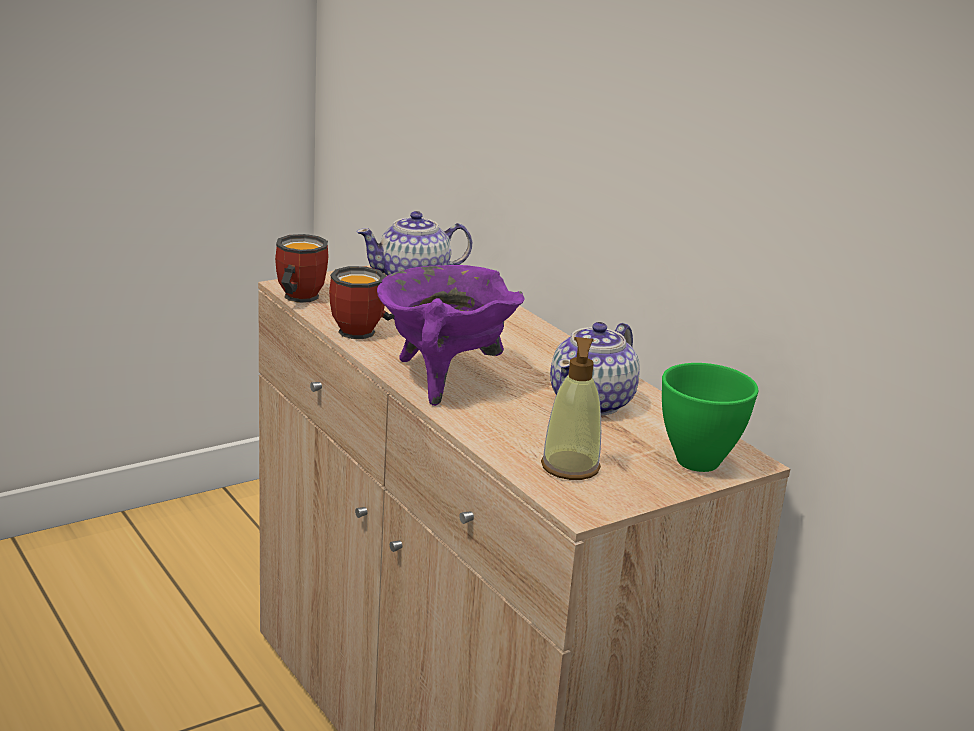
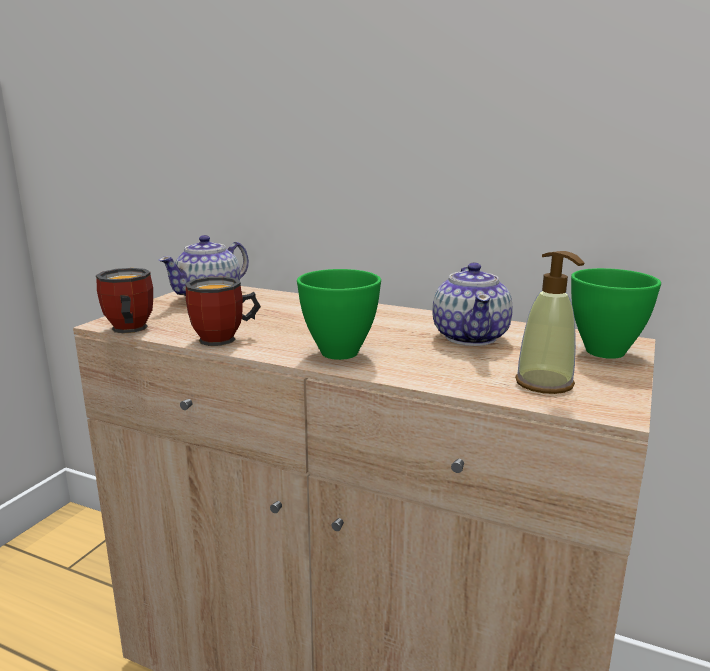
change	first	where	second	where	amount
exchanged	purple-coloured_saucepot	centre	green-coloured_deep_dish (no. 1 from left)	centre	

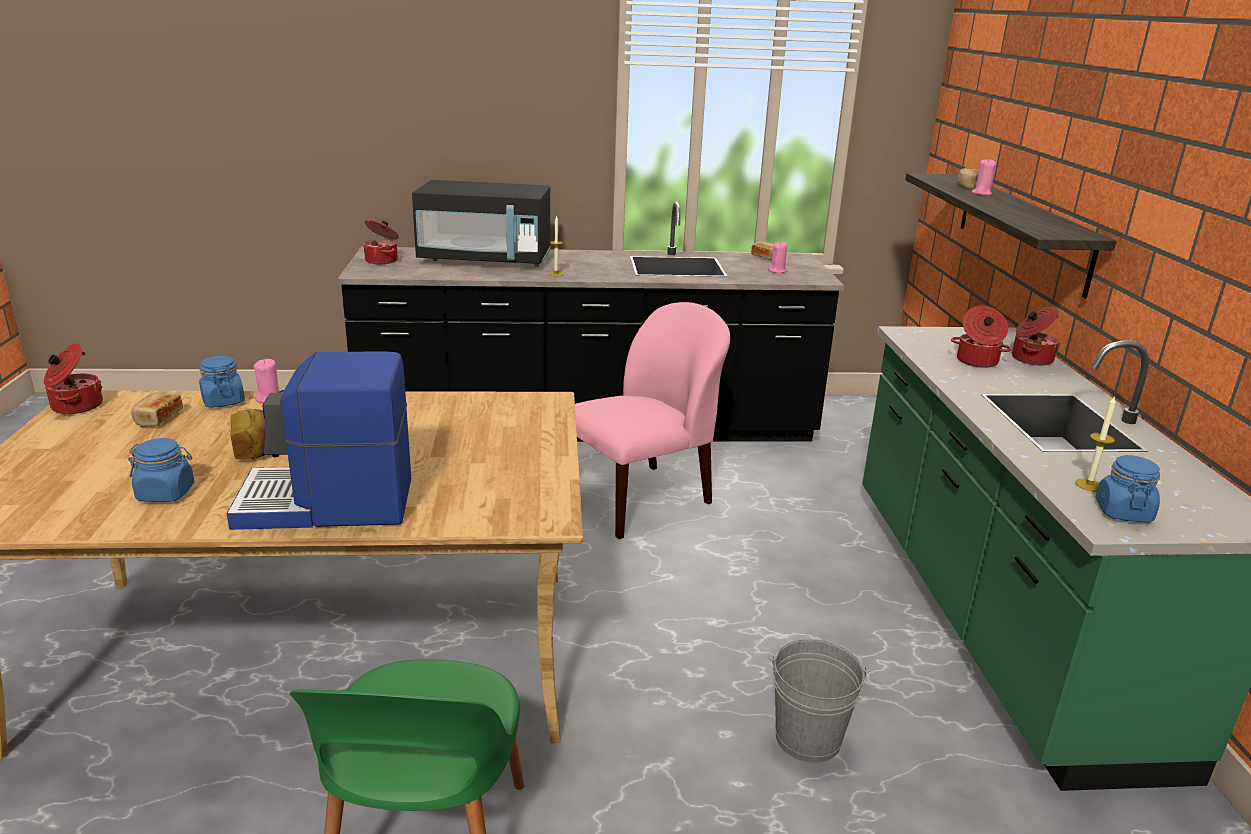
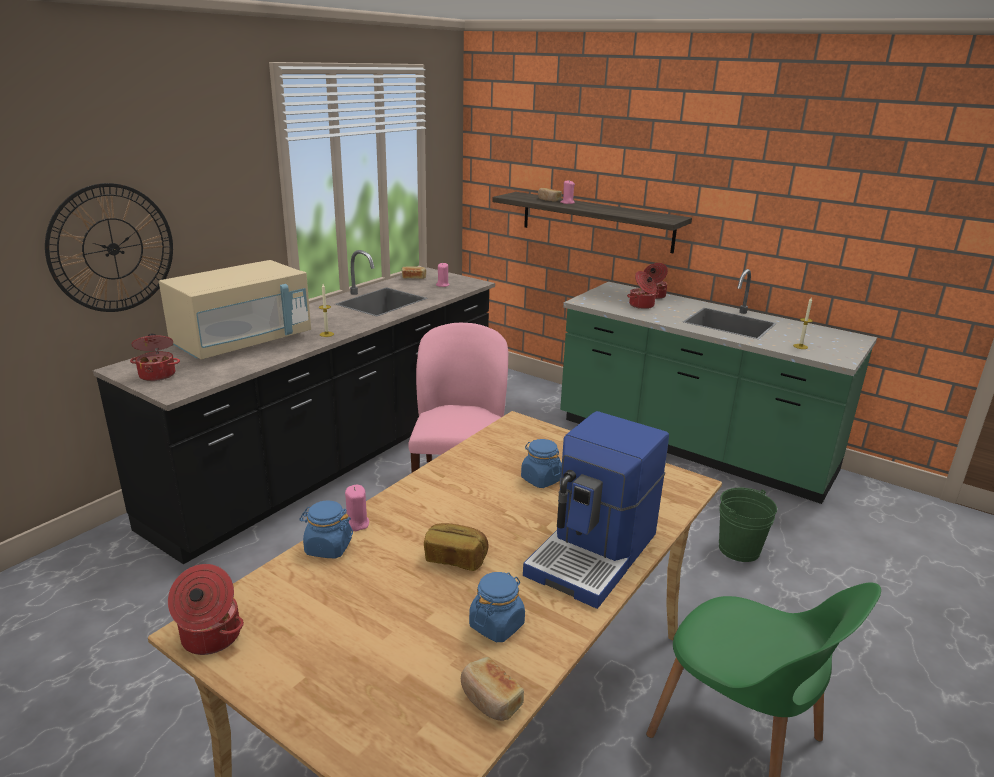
change	first	where	second	where	amount
appeared			wall_clock	top left	
relocated	bread (no. 1 from left in the first image)	middle left	bread (no. 3 from left)	bottom centre	
relocated	blue-coloured_storage_jar (no. 3 from left)	middle right		centre	
colour	blackish_microwave	top centre	sand-coloured_microwave	middle left	
colour	grey_pail	bottom centre	green-coloured_pail	bottom right	

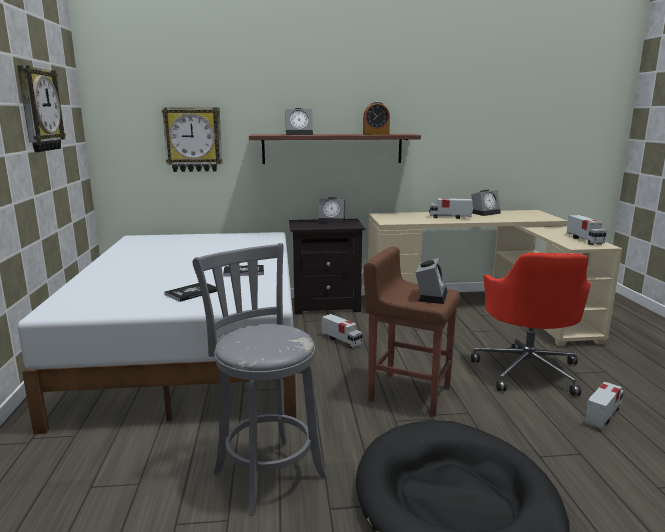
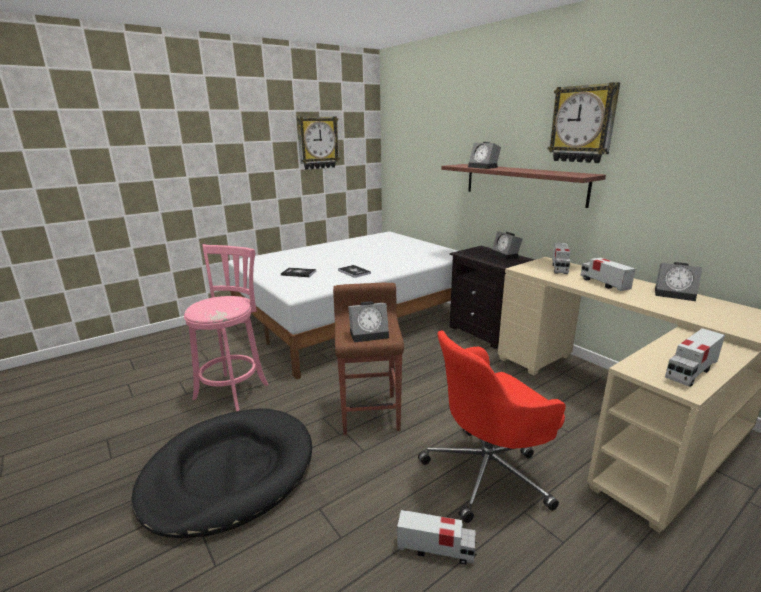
change	first	where	second	where	amount
missing	bedside_clock (no. 3 from left)	top centre			
relocated	wall_clock (no. 2 from left)	top left		top right	
relocated	model_truck (no. 1 from left in the first image)	centre	model_truck (no. 2 from left)	middle right	
colour	grey_sitting_stool	bottom centre	pink-coloured_sitting_stool	middle left	

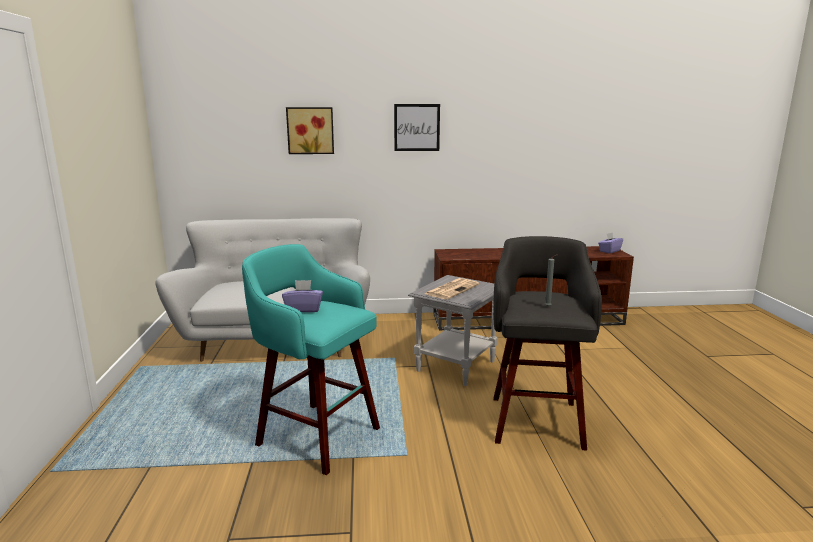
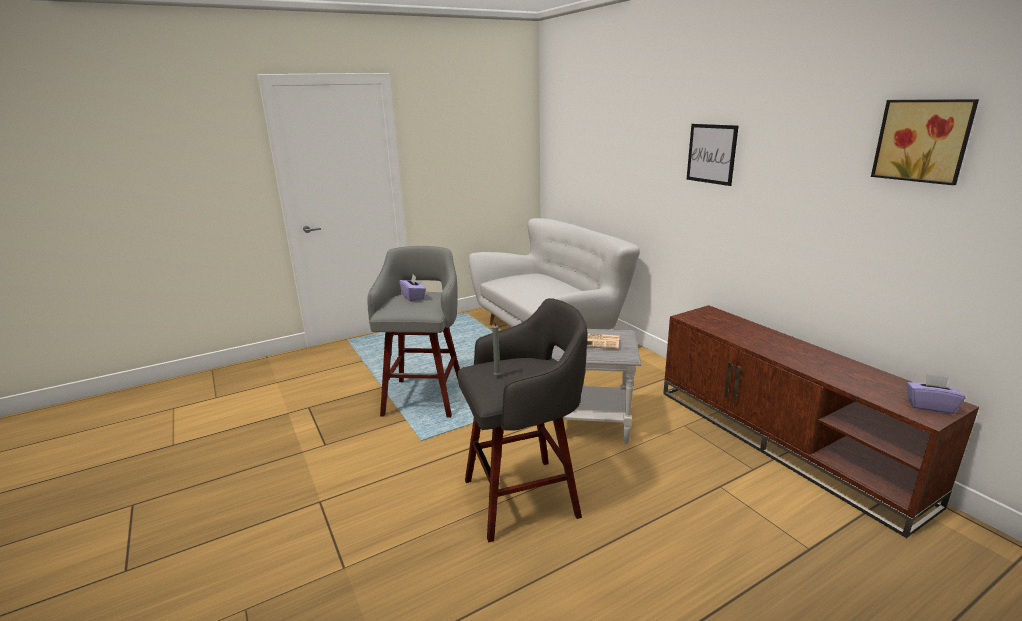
change	first	where	second	where	amount
relocated	picture (no. 1 from left in the first image)	top centre	picture (no. 2 from left)	top right	
colour	turquoise_sitting_stool	centre	grey_sitting_stool (no. 1 from left)	centre	

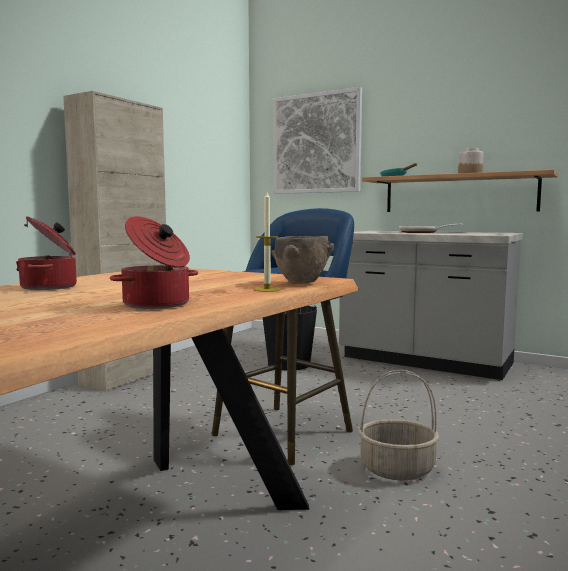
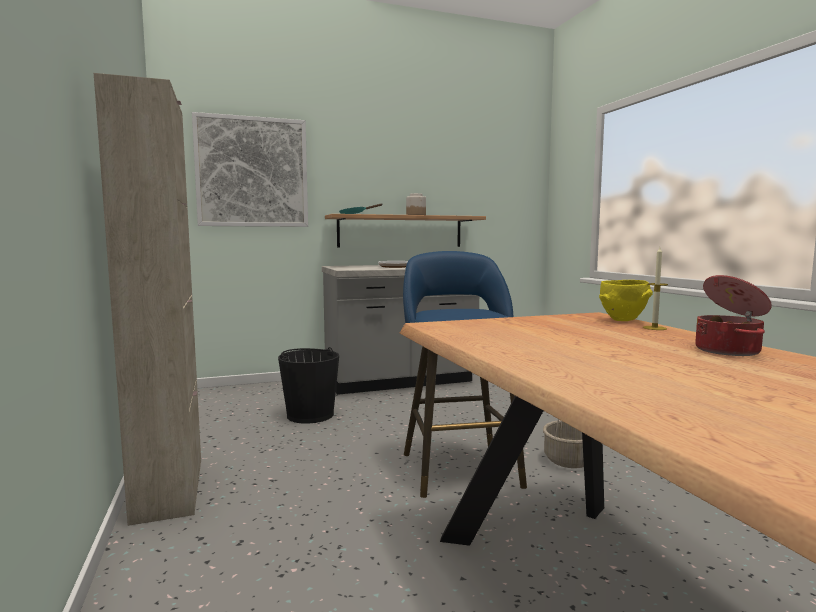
change	first	where	second	where	amount
missing	saucepot (no. 1 from left)	middle left			
colour	brown-coloured_deep_dish	centre	yellow-coloured_deep_dish	middle right	

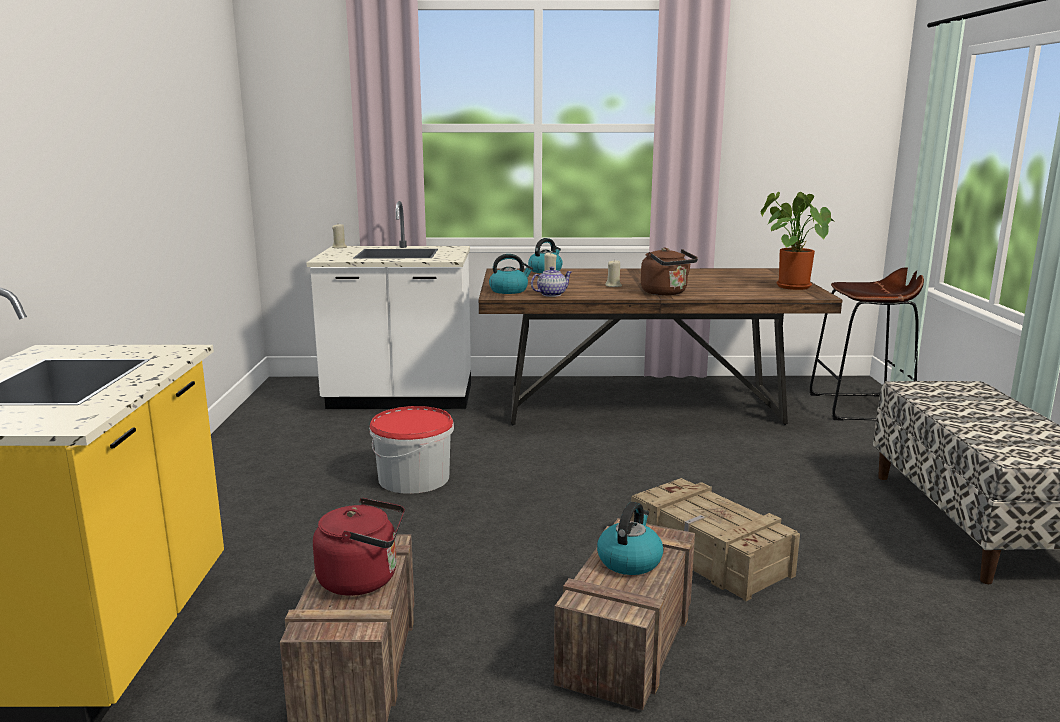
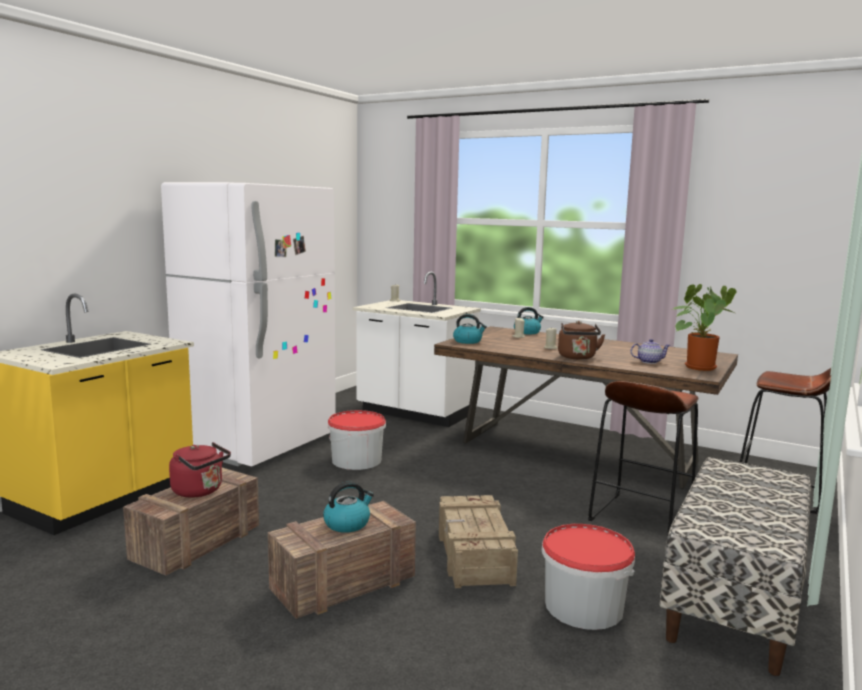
change	first	where	second	where	amount
appeared			white-coloured_refrigerator	middle left	
appeared			pail (no. 2 from left)	bottom right	
appeared			brown-coloured_sitting_stool (no. 1 from left)	middle right	
relocated	teapot	centre		middle right	

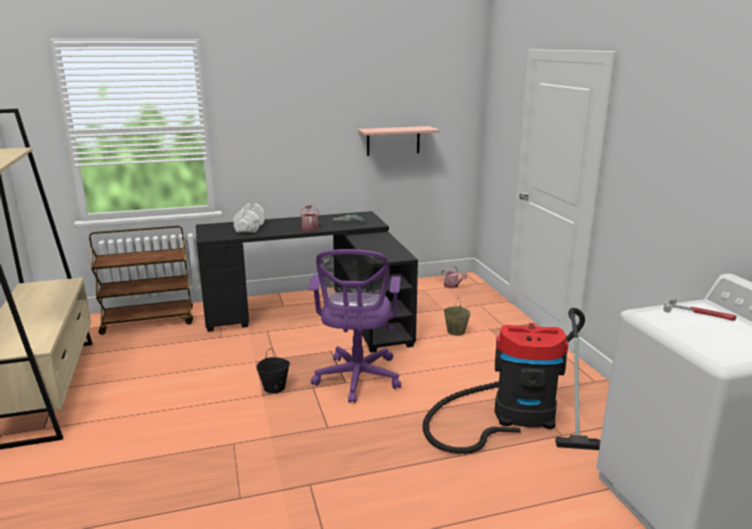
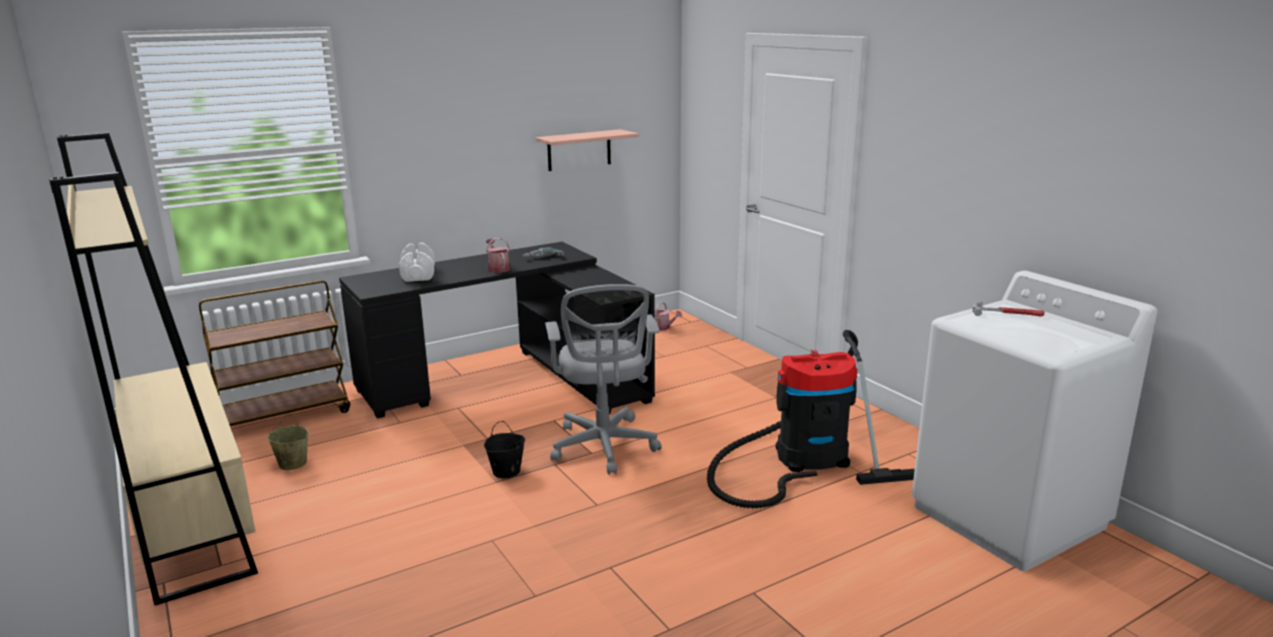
change	first	where	second	where	amount
relocated	sand-coloured_pail	centre		bottom left	
colour	purple-coloured_office_chair	centre	grey_office_chair	centre	

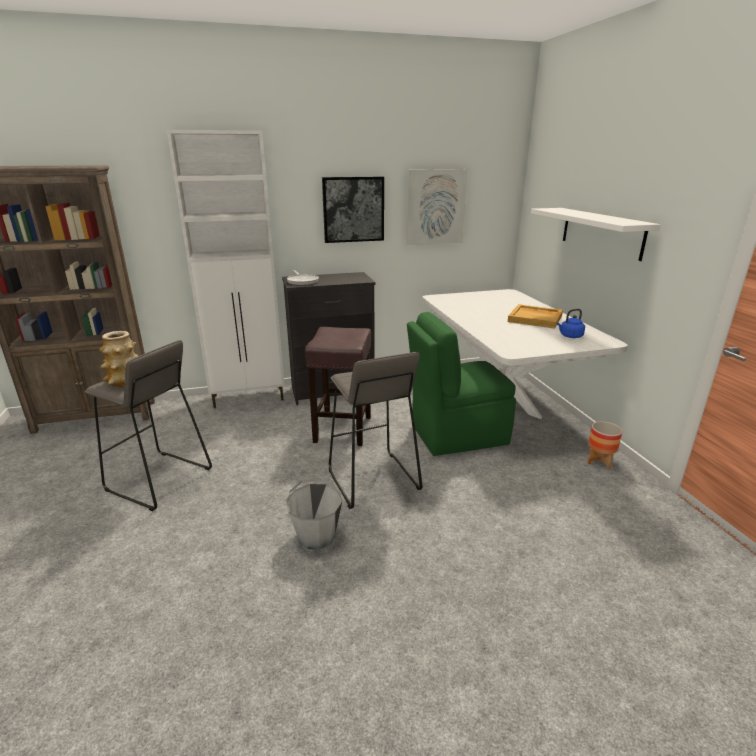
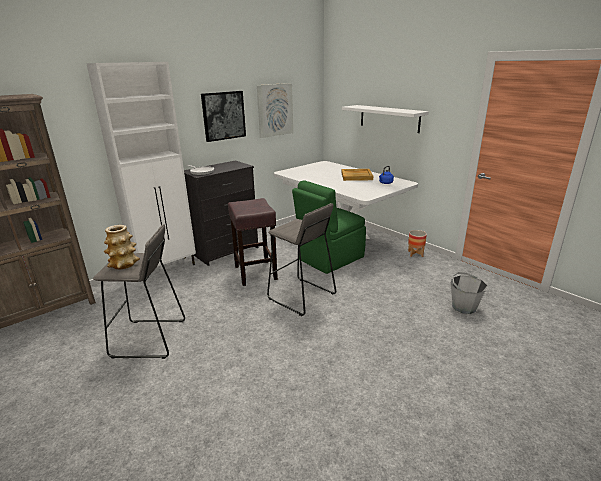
change	first	where	second	where	amount
relocated	grey_pail	bottom centre		middle right	

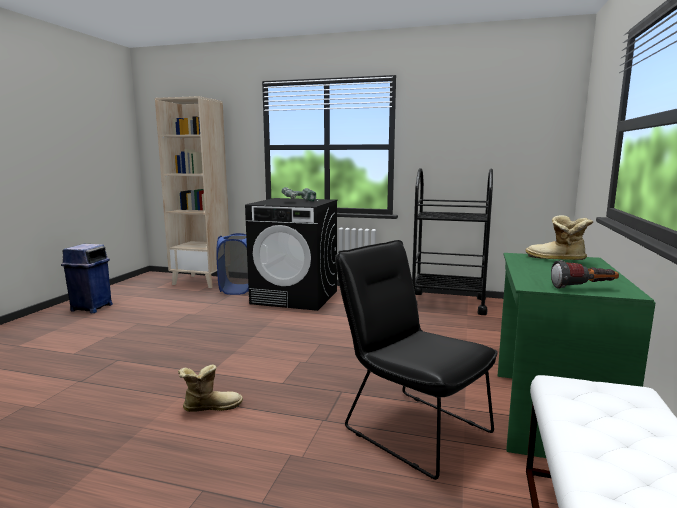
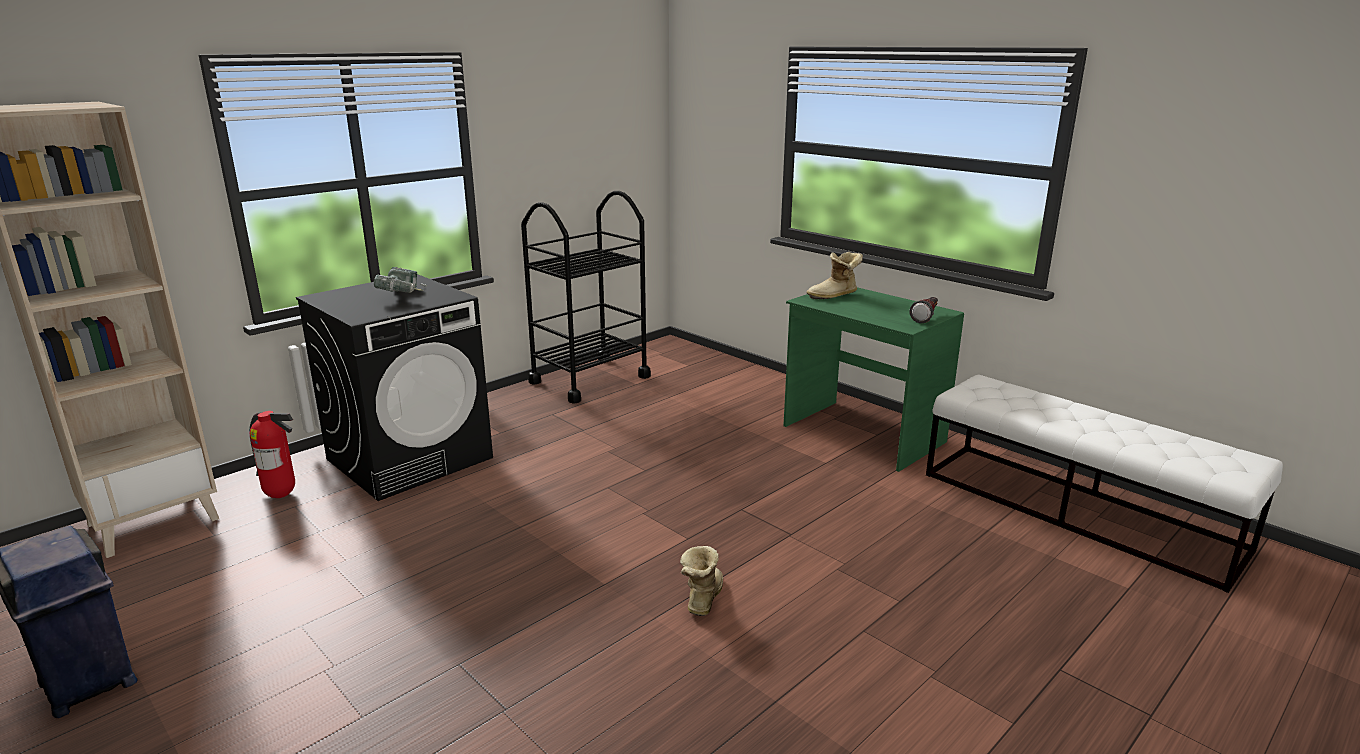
change	first	where	second	where	amount
missing	blackish_upright_chair	bottom centre			
exchanged	blue-coloured_laundry_basket	centre	fire-fighting_cylinder	middle left	

